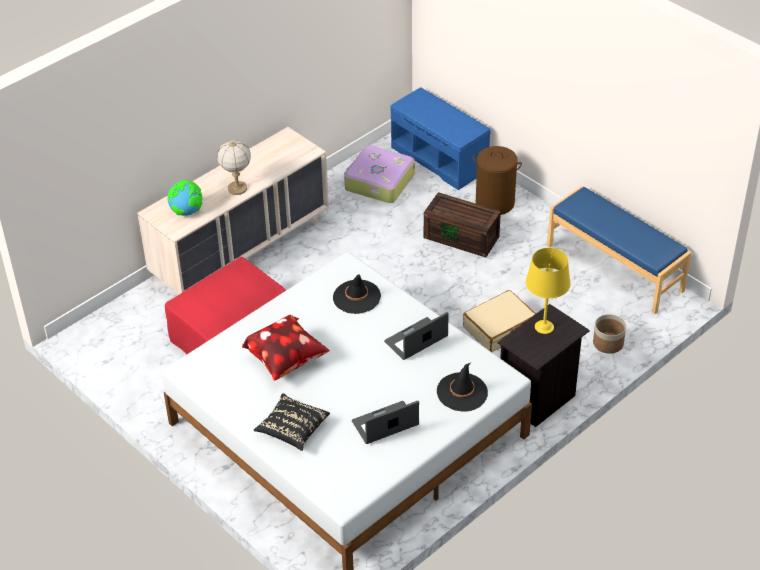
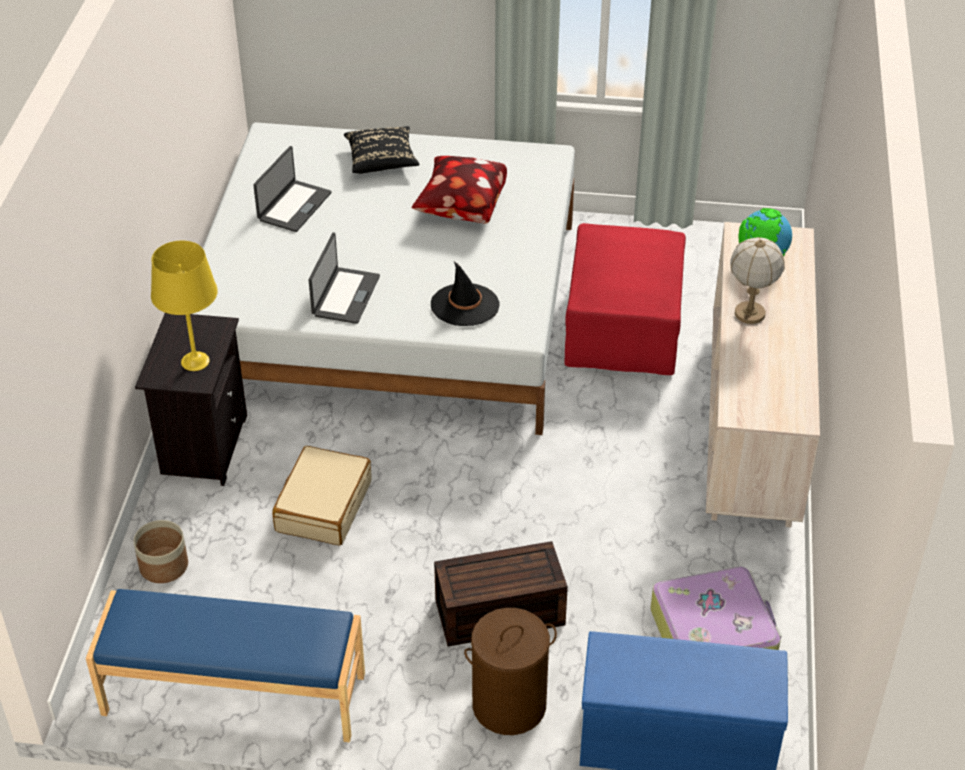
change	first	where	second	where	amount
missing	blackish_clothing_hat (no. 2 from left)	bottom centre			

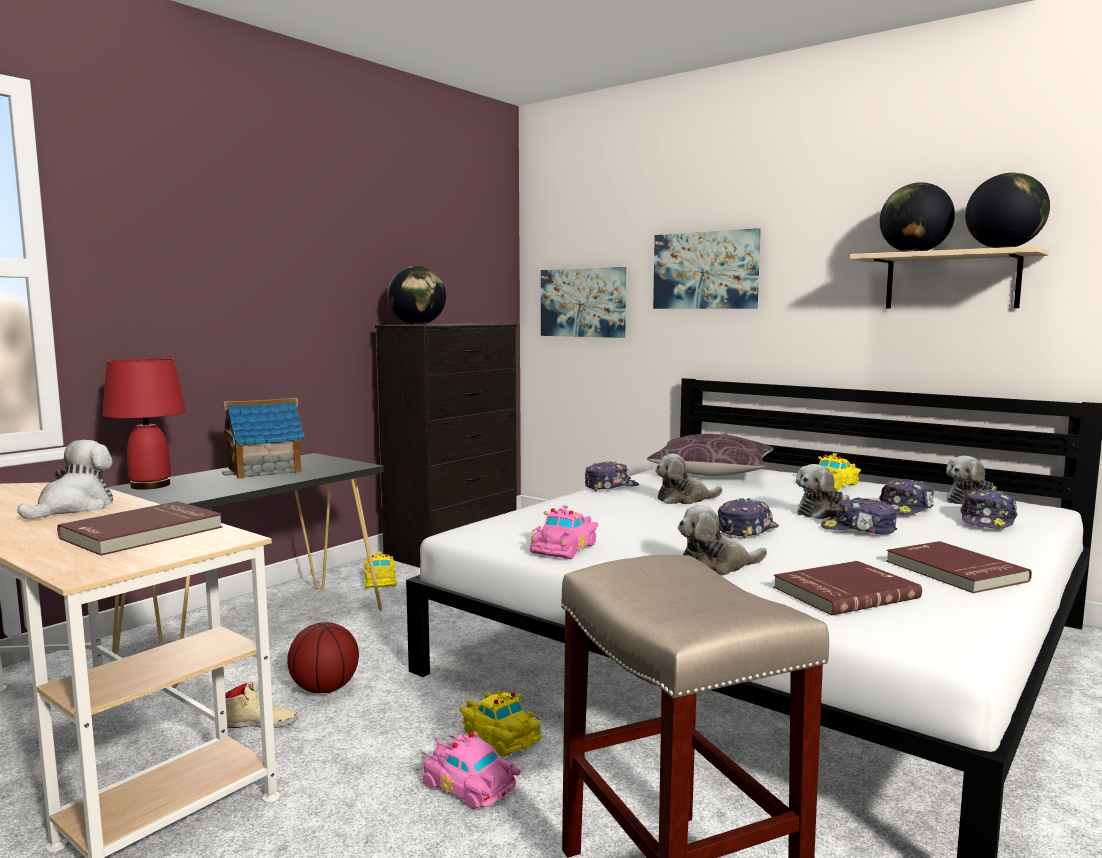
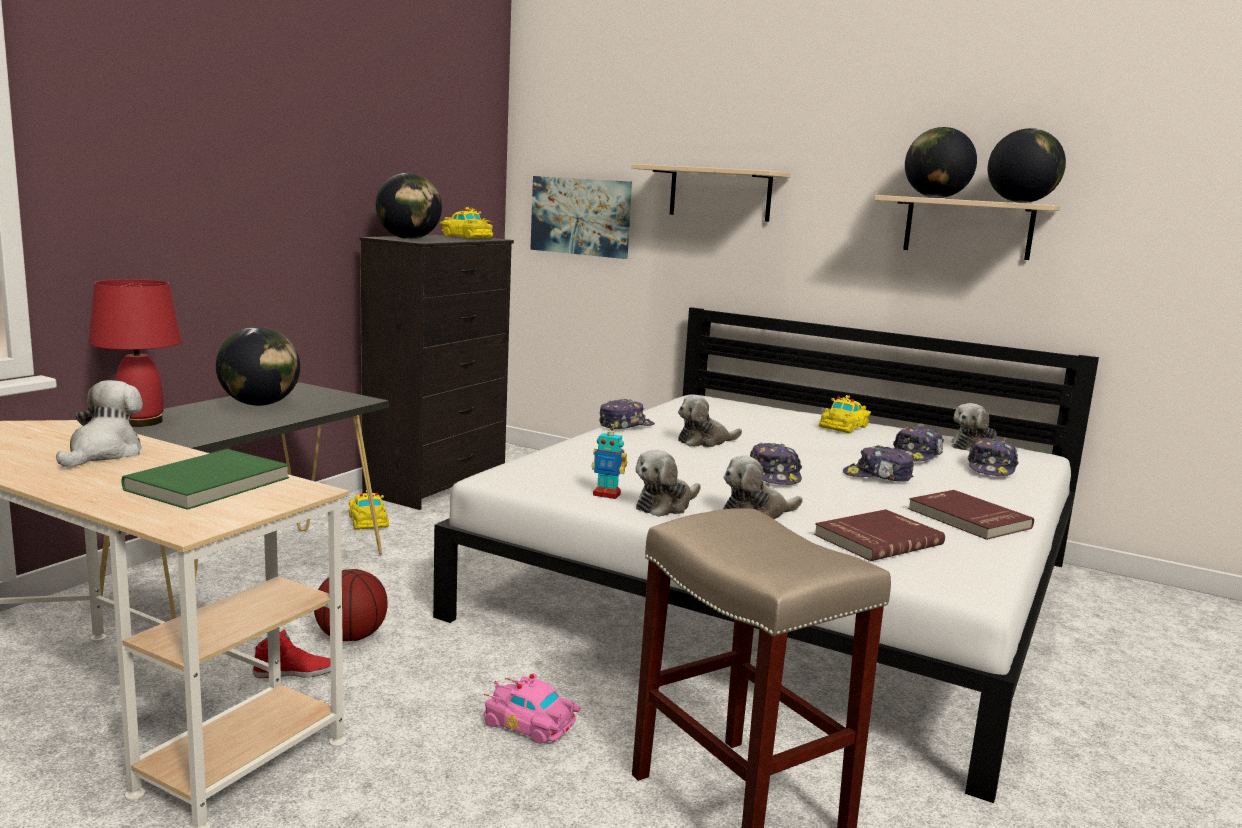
change	first	where	second	where	amount
missing	brown-coloured_pillow	centre			
relocated	yellow-coloured_model_car (no. 2 from left)	bottom centre		top centre	
relocated	plush_toy (no. 4 from left in the first image)	middle right	plush_toy (no. 2 from left)	centre	
exchanged	toy_house	middle left	globe (no. 1 from left)	middle left	
exchanged	pink-coloured_model_car (no. 2 from left)	centre	toy_robot	centre	
exchanged	picture (no. 2 from left)	top centre	sand-coloured_shelf (no. 1 from left)	top centre	
colour	reddish_bound_book (no. 1 from left)	middle left	green-coloured_bound_book	middle left	
colour	sand-coloured_shoe	bottom left	reddish_shoe	bottom left	
spun	peaked_cap (no. 2 from left)	middle right		centre	135 degrees clockwise

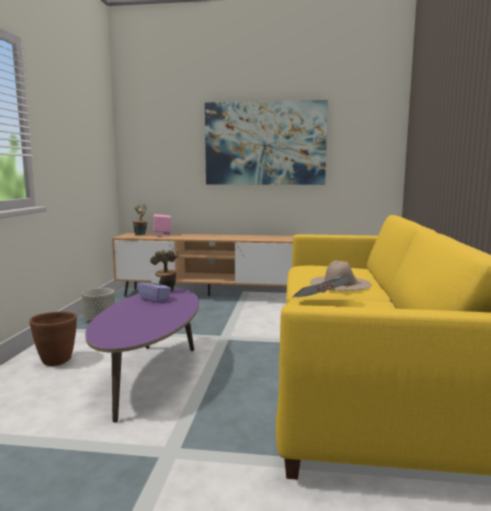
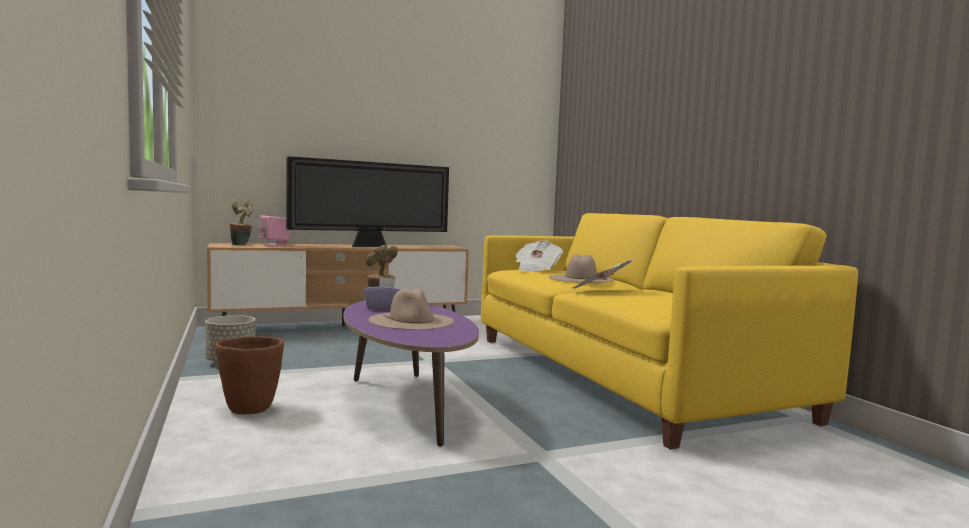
change	first	where	second	where	amount
missing	picture	top centre			
appeared			TV_set	centre	
appeared			sand-coloured_clothing_hat (no. 1 from left)	centre	
appeared			daily_paper (no. 1 from left)	centre	

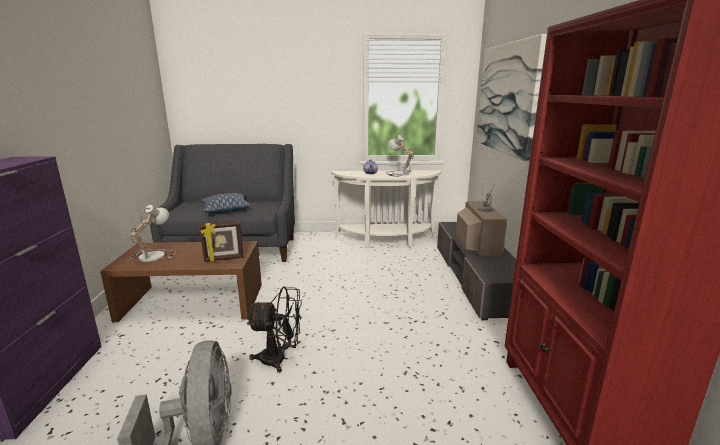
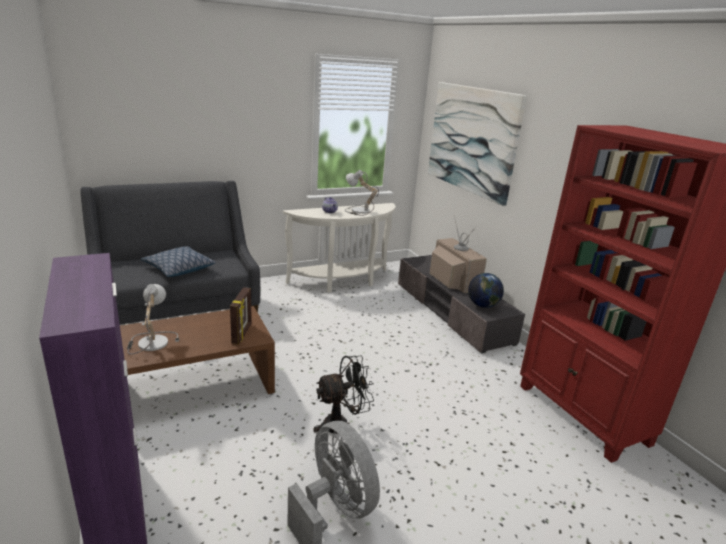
change	first	where	second	where	amount
appeared			globe	middle right	
spun	picture_frame	middle left		middle left	45 degrees counterclockwise

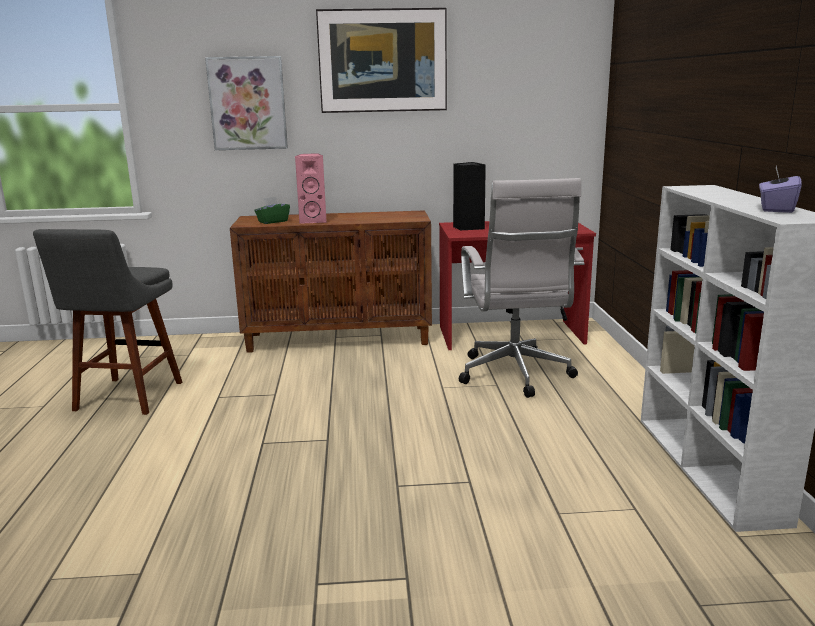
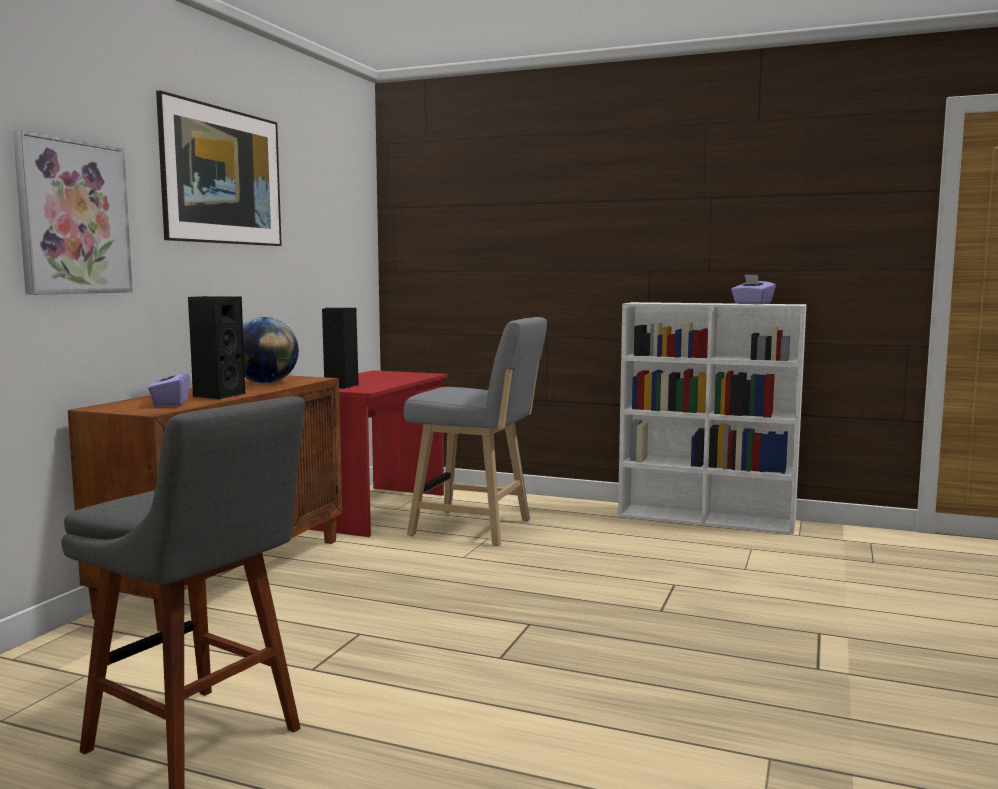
change	first	where	second	where	amount
appeared			globe	middle left	
exchanged	white-coloured_office_chair	centre	grey_sitting_stool (no. 2 from left)	centre	
colour	green-coloured_box_of_tissues	centre	purple-coloured_box_of_tissues (no. 1 from left)	middle left	
colour	pink-coloured_audio_speaker	top centre	blackish_audio_speaker (no. 1 from left)	middle left	

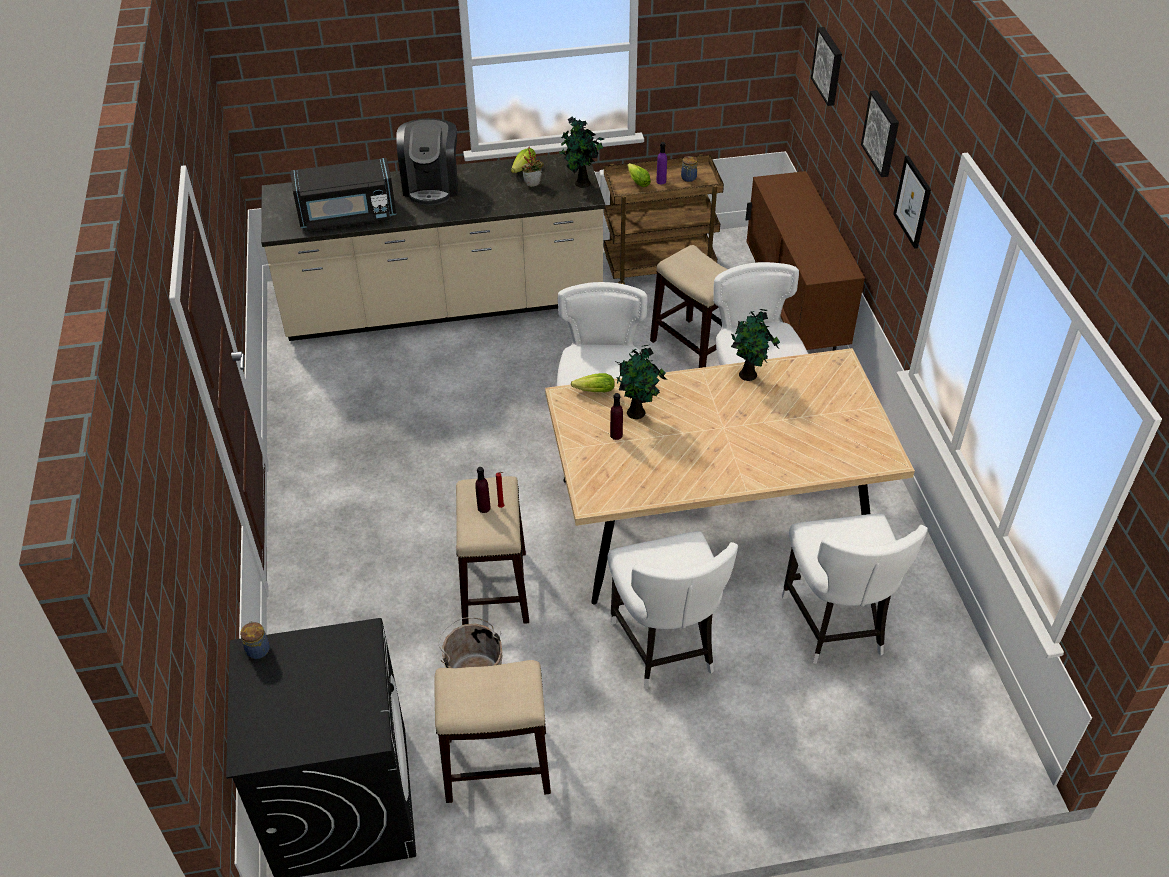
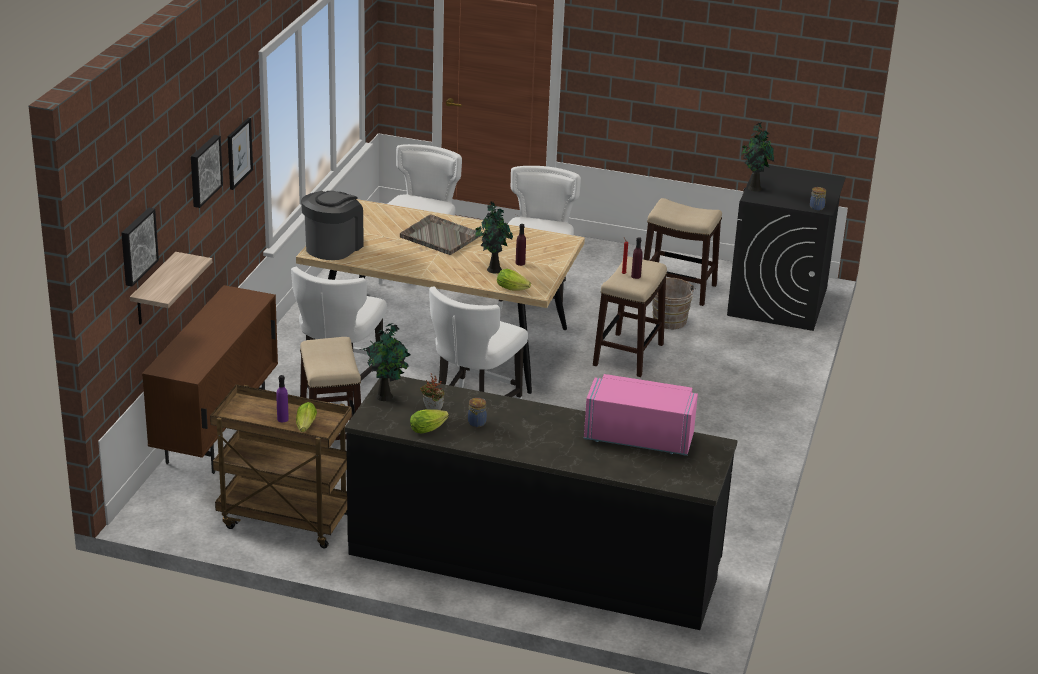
change	first	where	second	where	amount
appeared			shelf	middle left	
appeared			grey_carrying_tray	centre	
relocated	coffee_maker	top centre		middle left	
relocated	storage_jar (no. 2 from left in the first image)	top centre	storage_jar (no. 1 from left)	centre	
relocated	potted_plant (no. 4 from left)	centre		top right	
colour	sand-coloured_kitchen_base_unit	top centre	blackish_kitchen_base_unit	bottom centre	
colour	blackish_microwave	top left	pink-coloured_microwave	centre	

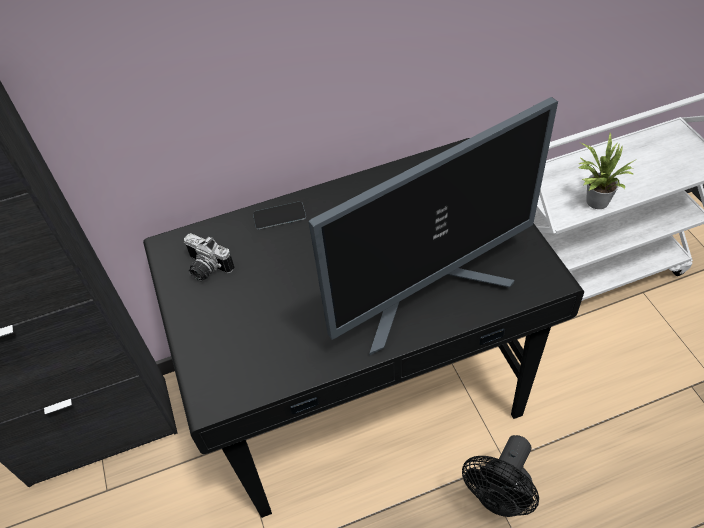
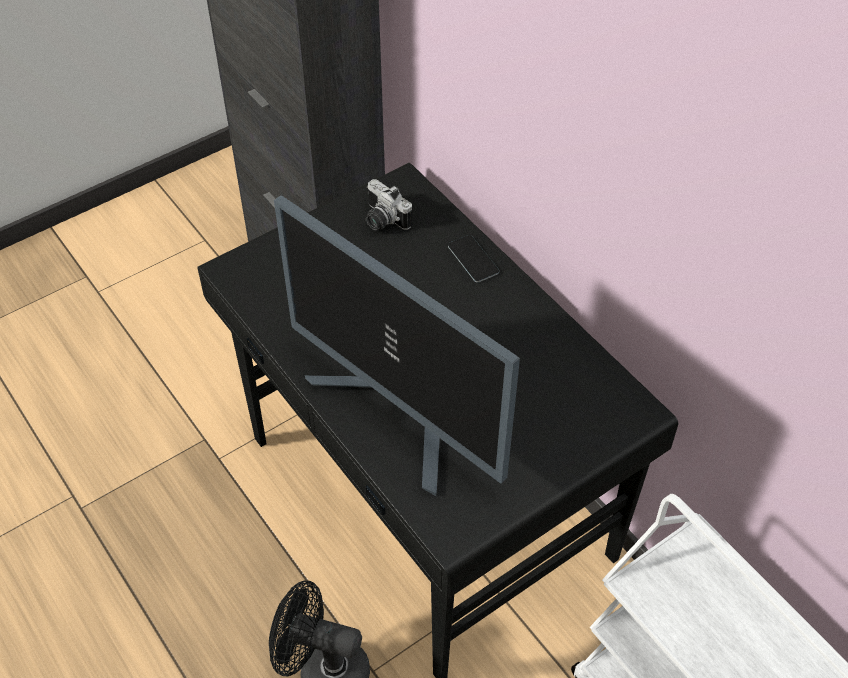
change	first	where	second	where	amount
missing	potted_plant	top right			
spun	still_camera	middle left		top centre	60 degrees counterclockwise

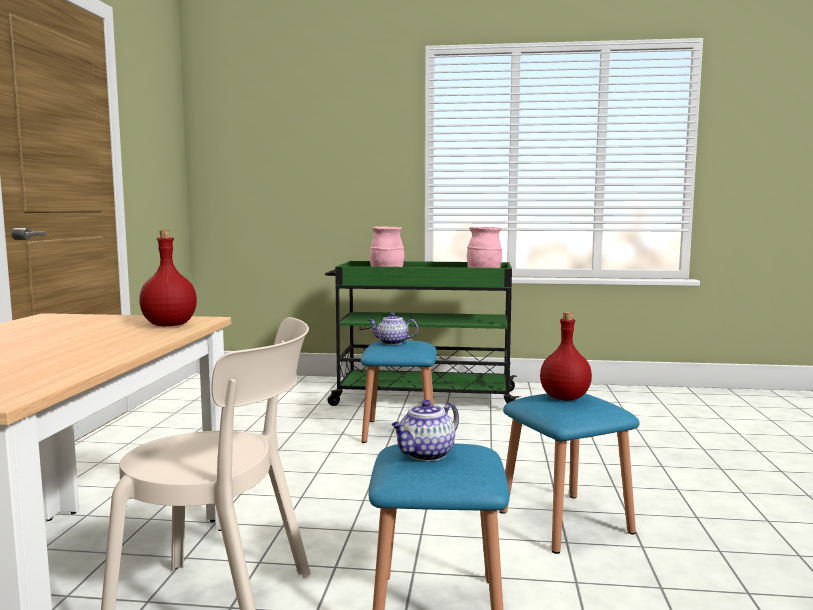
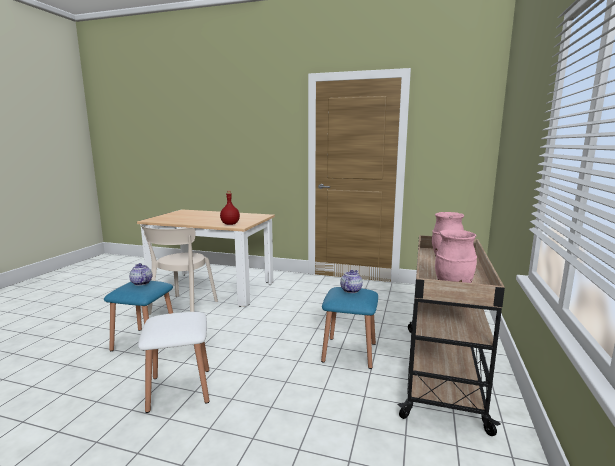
change	first	where	second	where	amount
missing	reddish_beverage_bottle (no. 2 from left)	middle right			
colour	green-coloured_cart	centre	sand-coloured_cart	bottom right	
colour	blue-coloured_sitting_stool (no. 3 from left)	bottom right	white-coloured_sitting_stool	bottom left	

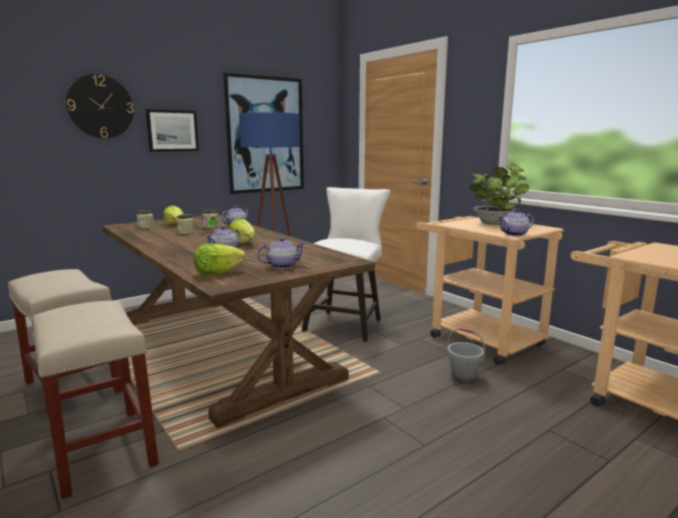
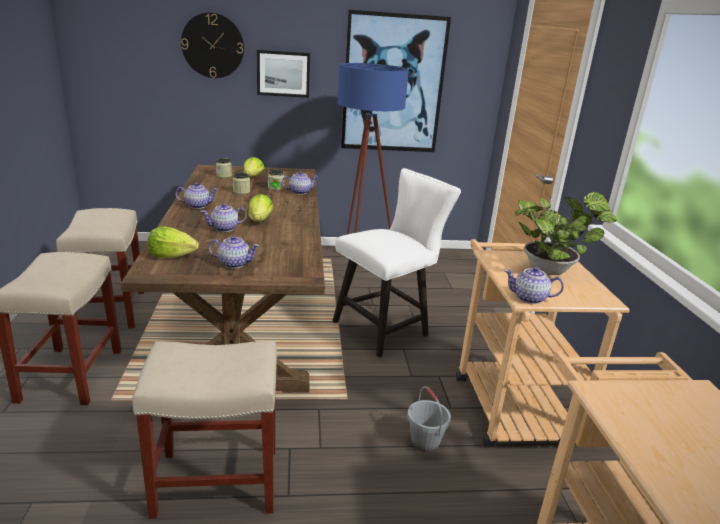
change	first	where	second	where	amount
appeared			sand-coloured_sitting_stool (no. 3 from left)	bottom left	
appeared			teapot (no. 1 from left)	middle left	

